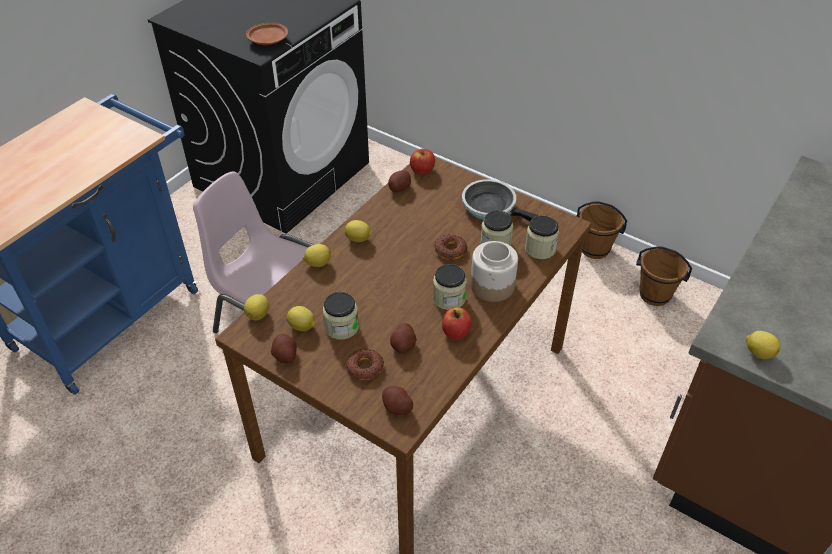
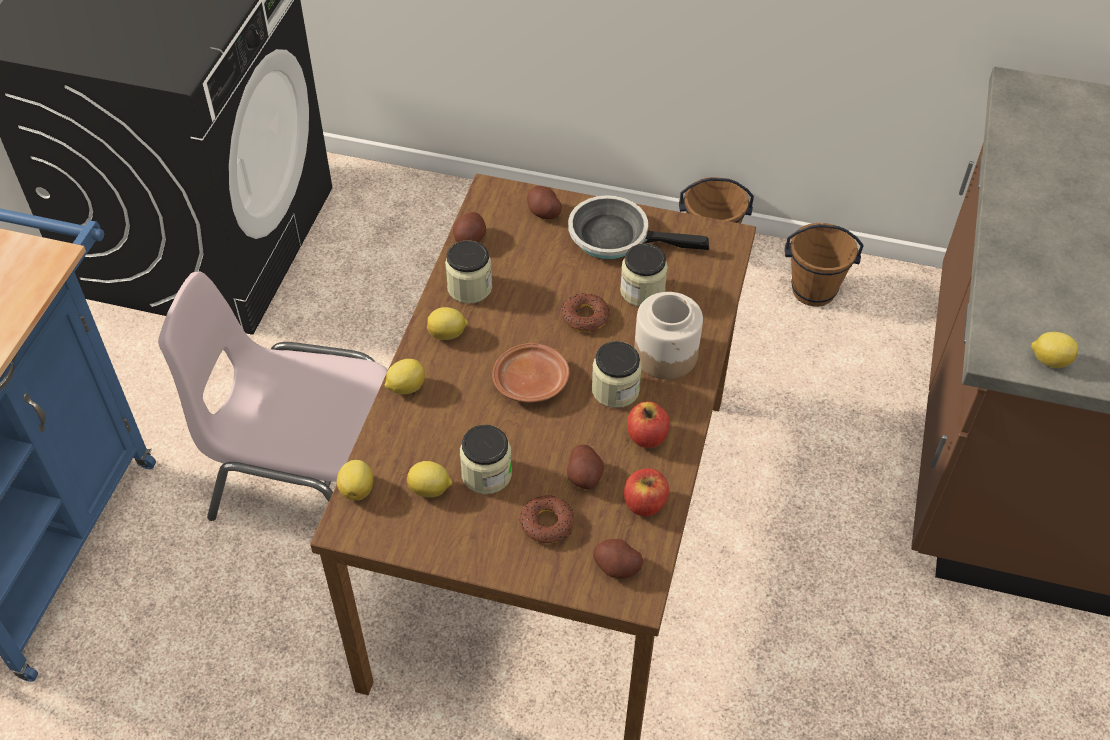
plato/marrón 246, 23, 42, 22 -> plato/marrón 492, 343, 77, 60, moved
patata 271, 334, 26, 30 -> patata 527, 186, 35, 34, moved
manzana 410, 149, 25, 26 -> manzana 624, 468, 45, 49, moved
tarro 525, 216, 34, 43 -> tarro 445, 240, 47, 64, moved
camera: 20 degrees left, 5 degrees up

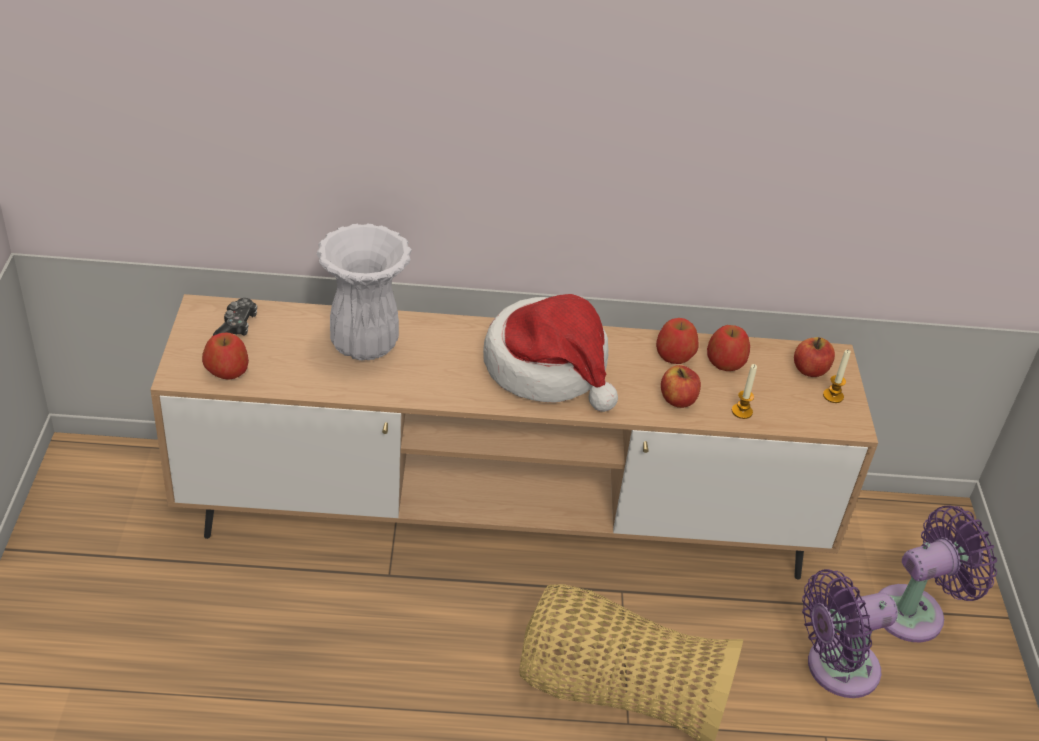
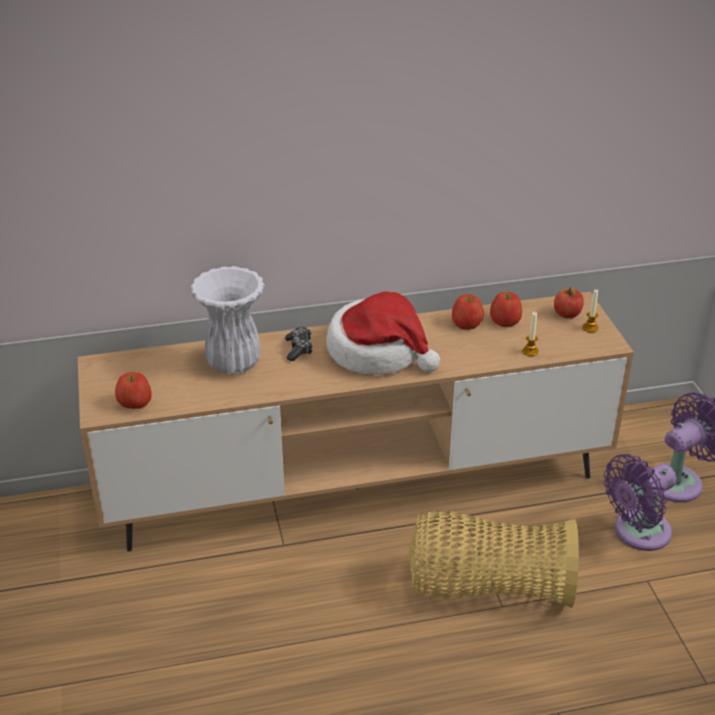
mando de consola 213, 298, 44, 38 -> mando de consola 285, 327, 28, 34, moved
manzana 661, 365, 40, 43 -> none
camera: 10 degrees left, 5 degrees down

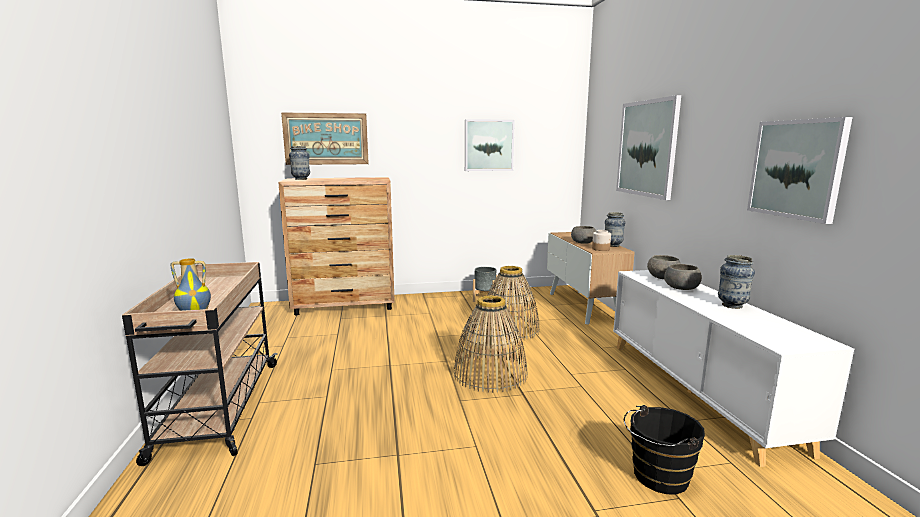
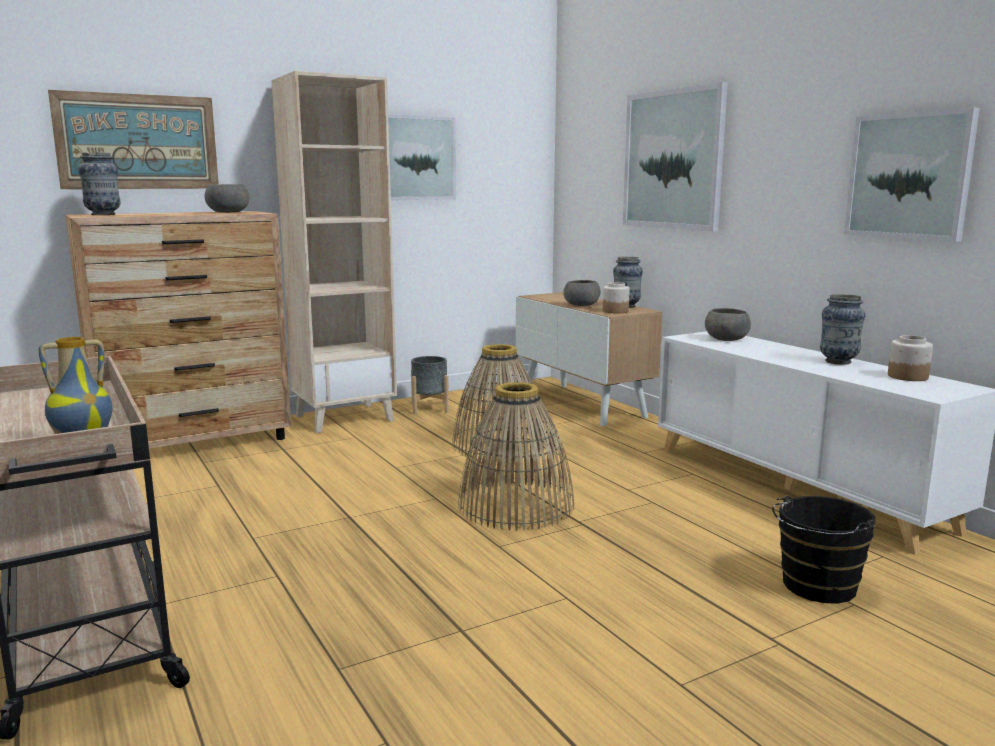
cuenco/gris 664, 264, 38, 26 -> cuenco/gris 205, 184, 44, 29, moved
none -> estantería/beis 271, 71, 126, 362
none -> tarro 888, 335, 45, 46
camera: 20 degrees left, 0 degrees up

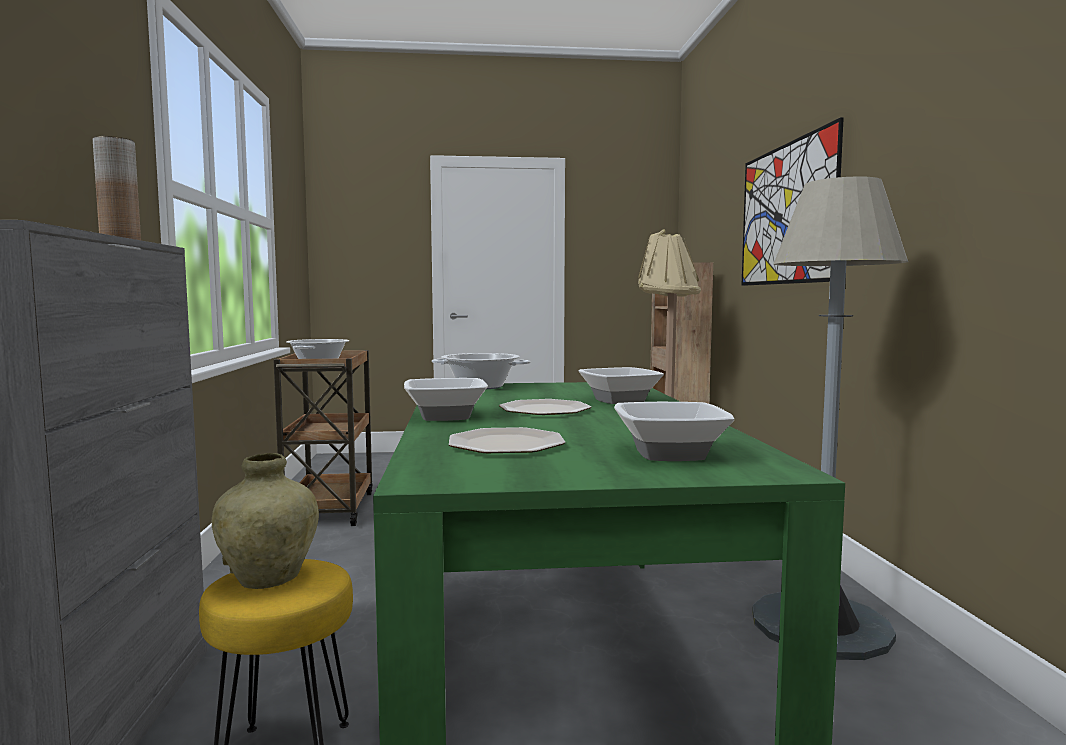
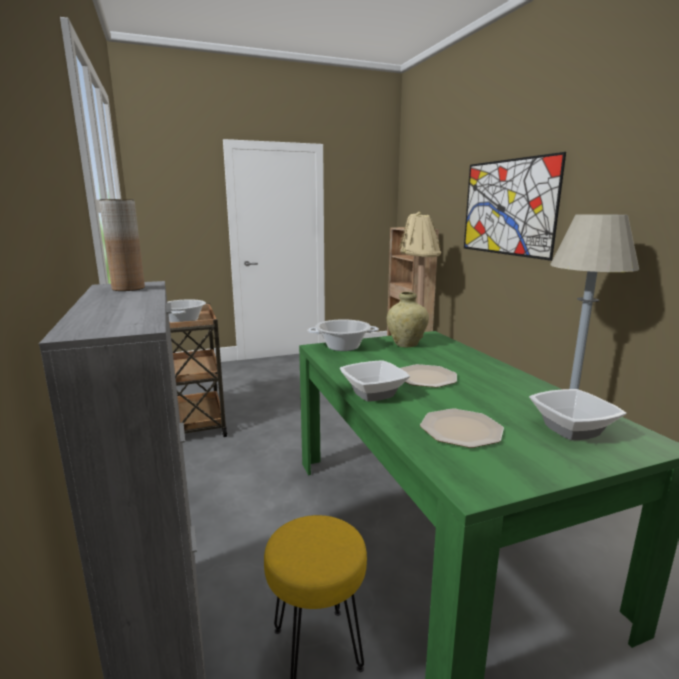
florero/beis 212, 453, 107, 136 -> florero/beis 387, 292, 42, 55, moved
cuenco 578, 367, 86, 37 -> none
camera: 15 degrees left, 10 degrees up

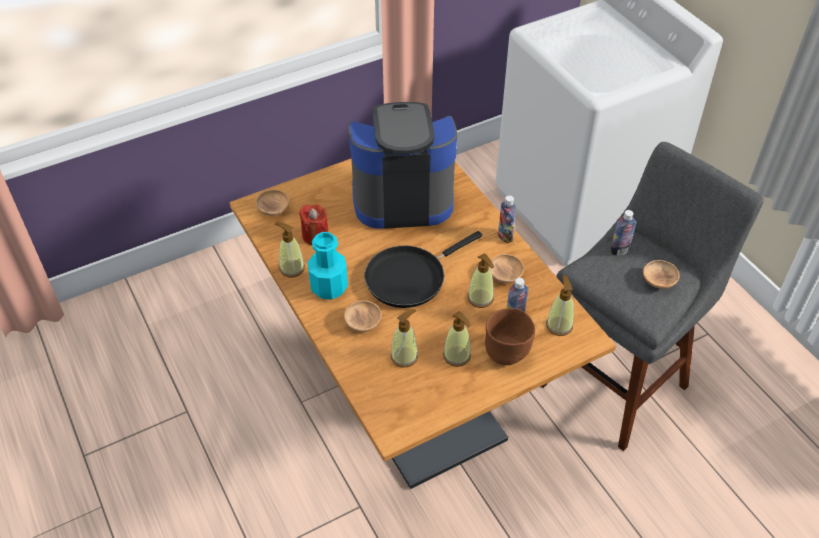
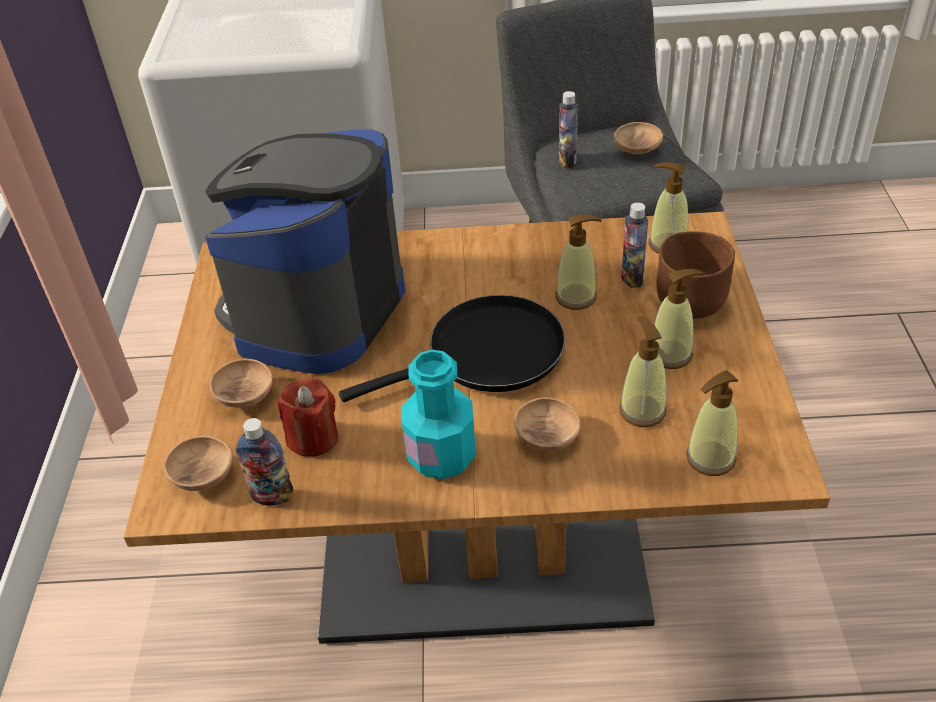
dispensador de jabón 275, 222, 30, 55 -> dispensador de jabón 686, 370, 52, 106, moved
sartén/negro 365, 231, 117, 77 -> sartén/negro 339, 295, 226, 107, 105 degrees counterclockwise
cuenco/marrón 489, 254, 35, 29 -> cuenco/marrón 210, 359, 63, 49, moved
botella 498, 195, 18, 48 -> botella 236, 418, 57, 88, moved
camera: 60 degrees left, 5 degrees down

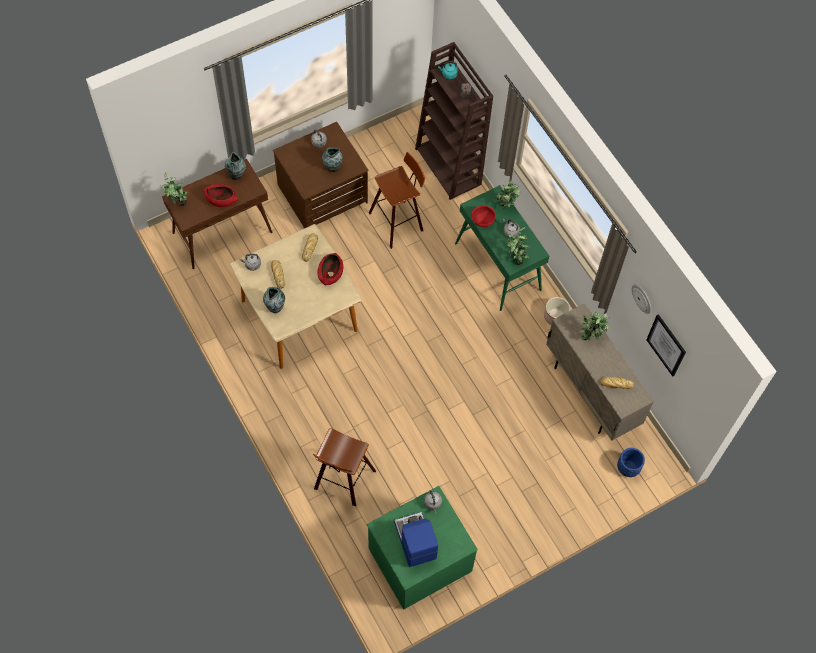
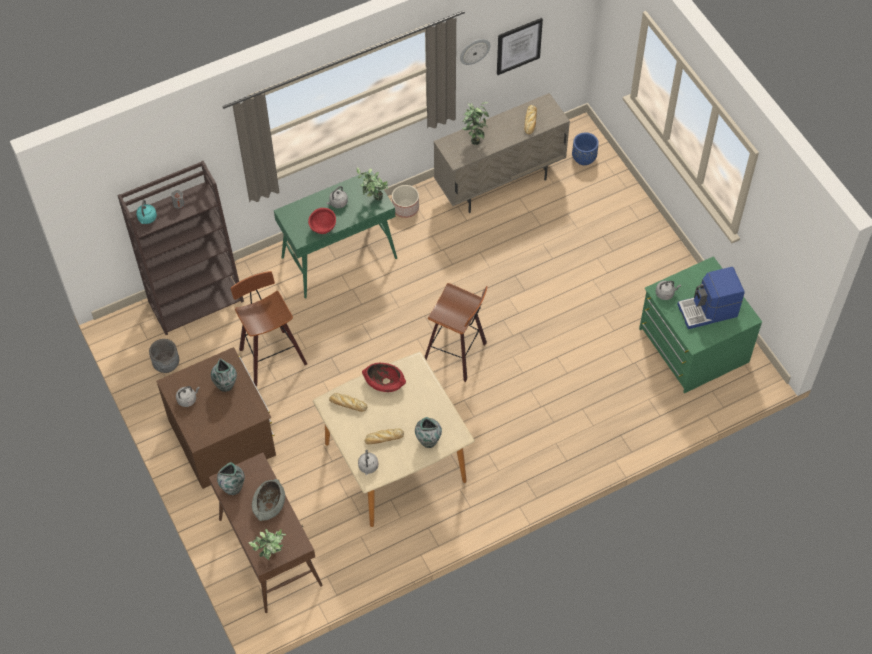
cuenco/rojo 203, 184, 35, 23 -> cuenco/gris 252, 479, 33, 42
taburete 313, 428, 63, 79 -> taburete 425, 283, 63, 99, moved
planta en maceta 496, 180, 25, 29 -> none
none -> maceta/gris 149, 339, 30, 34
camera: 85 degrees left, 5 degrees down

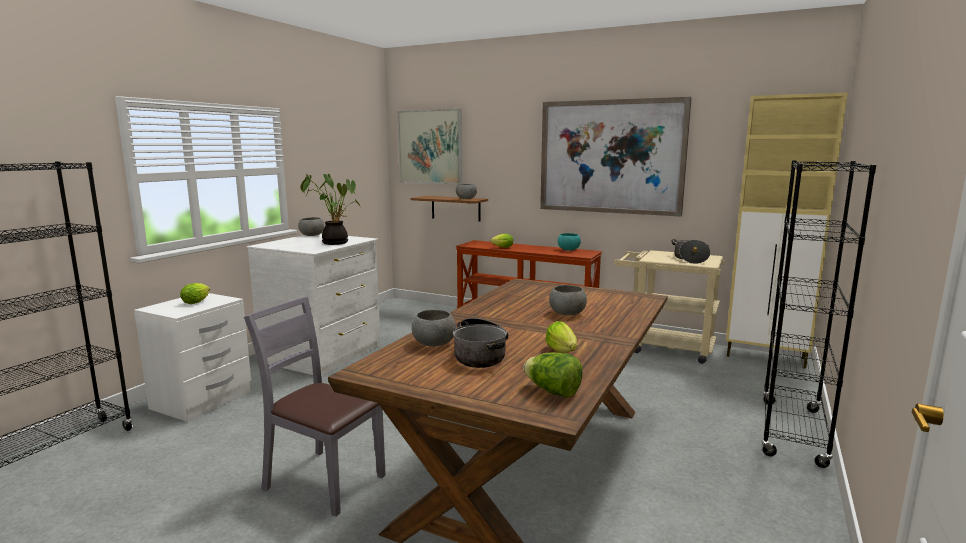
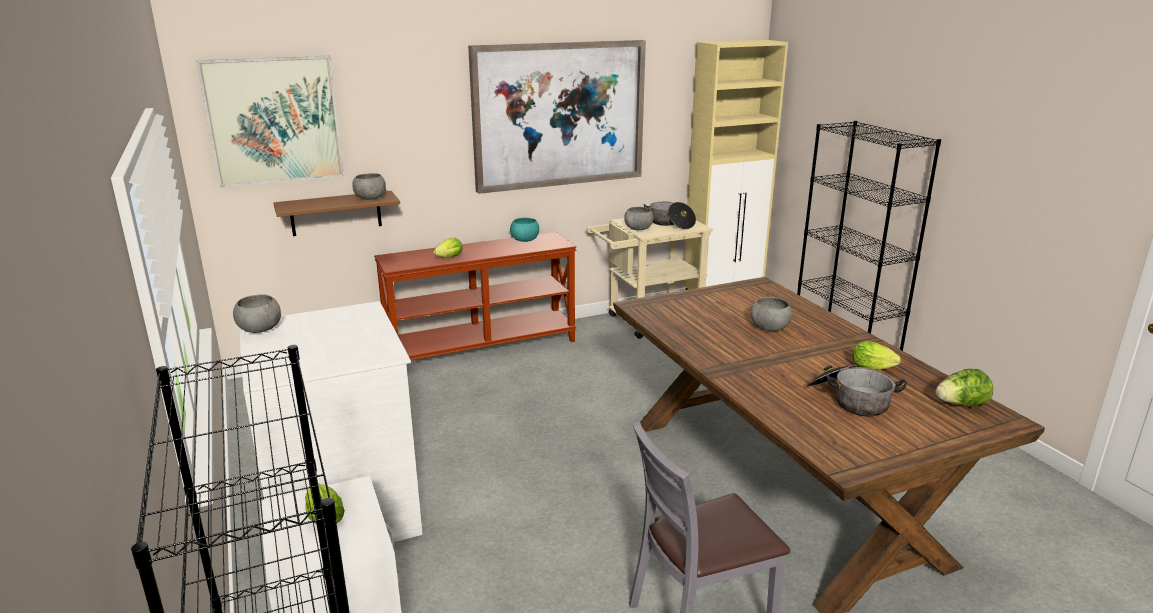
planta en maceta 301, 174, 59, 71 -> none
cuenco/gris 411, 310, 45, 37 -> cuenco/gris 624, 207, 30, 23, moved
camera: 50 degrees left, 10 degrees up

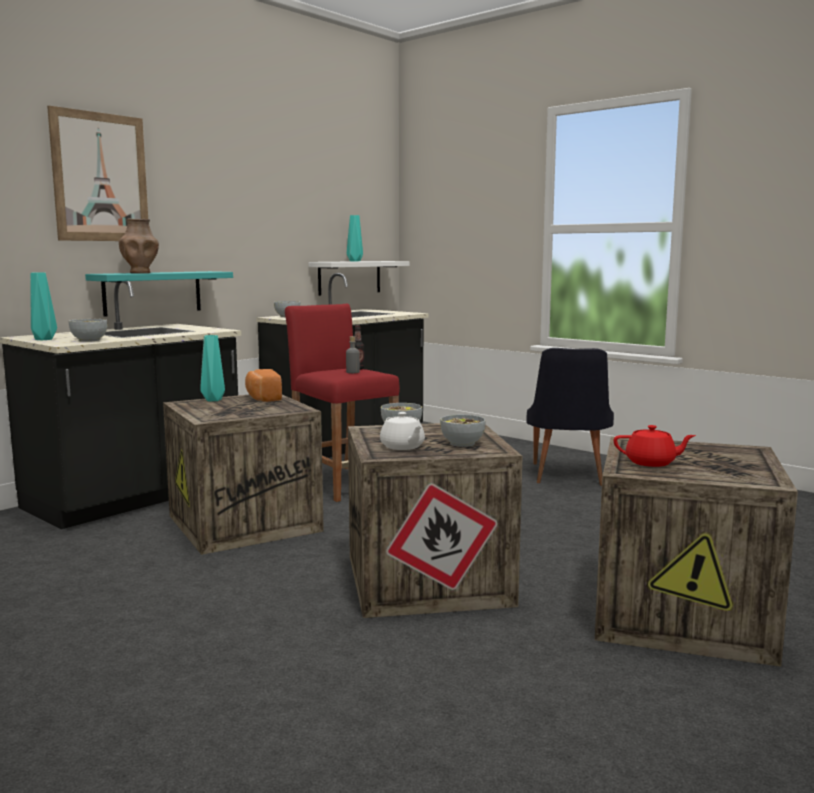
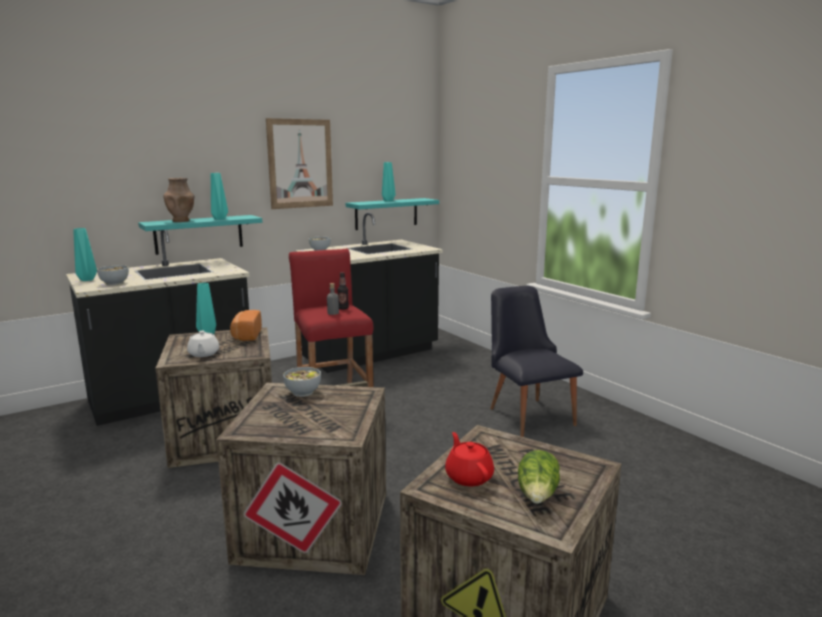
cuadro 47, 106, 101, 135 -> cuadro 266, 118, 67, 91, moved
estante/blanco 309, 261, 100, 35 -> estante/turquesa 346, 198, 93, 32
tetera/blanco 380, 412, 45, 38 -> tetera/blanco 187, 331, 32, 26, moved
cuenco 440, 415, 46, 32 -> none
silla/negro 526, 348, 88, 138 -> silla/negro 490, 286, 93, 151, 135 degrees clockwise
tetera/rojo 614, 425, 82, 42 -> tetera/rojo 445, 432, 49, 54, 135 degrees counterclockwise
none -> florero/turquesa 211, 173, 17, 47
none -> lechuga 518, 450, 42, 54
camera: 15 degrees right, 5 degrees up

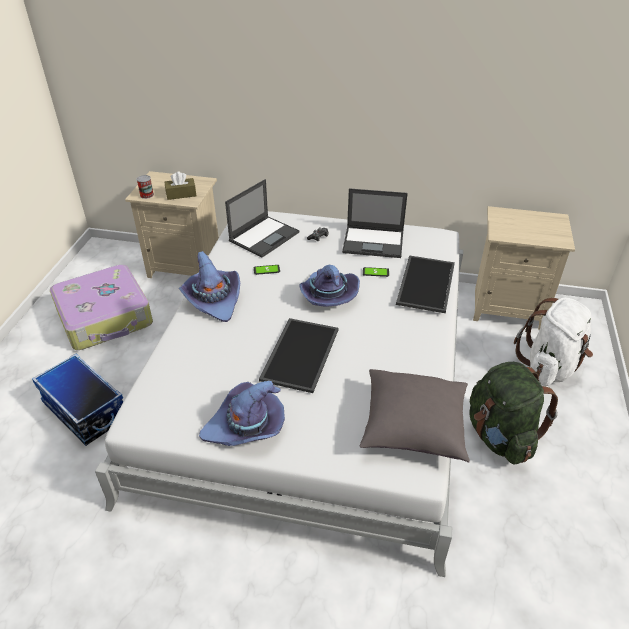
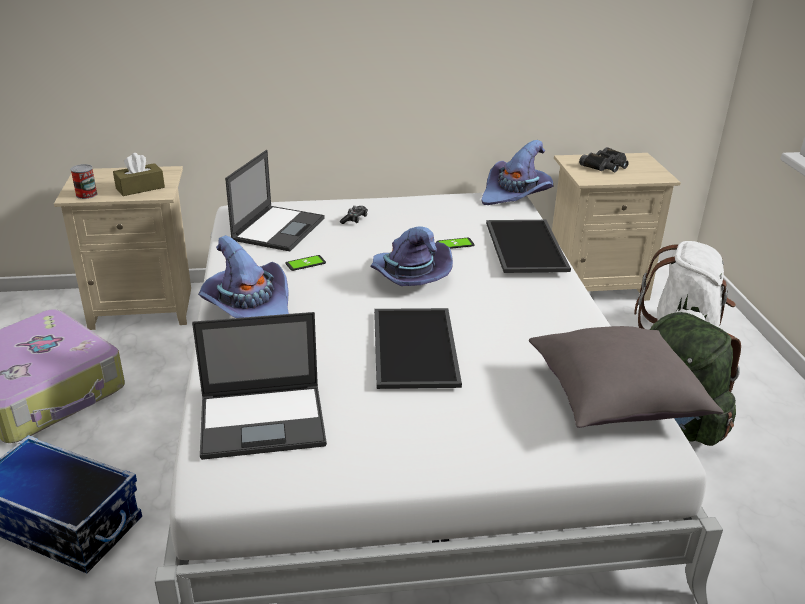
sombrero/morado 199, 381, 86, 65 -> sombrero/morado 481, 140, 73, 65, moved
portátil 342, 188, 66, 70 -> portátil 192, 312, 135, 148, moved
none -> prismáticos/negro 579, 147, 50, 26
camera: 20 degrees left, 10 degrees down

